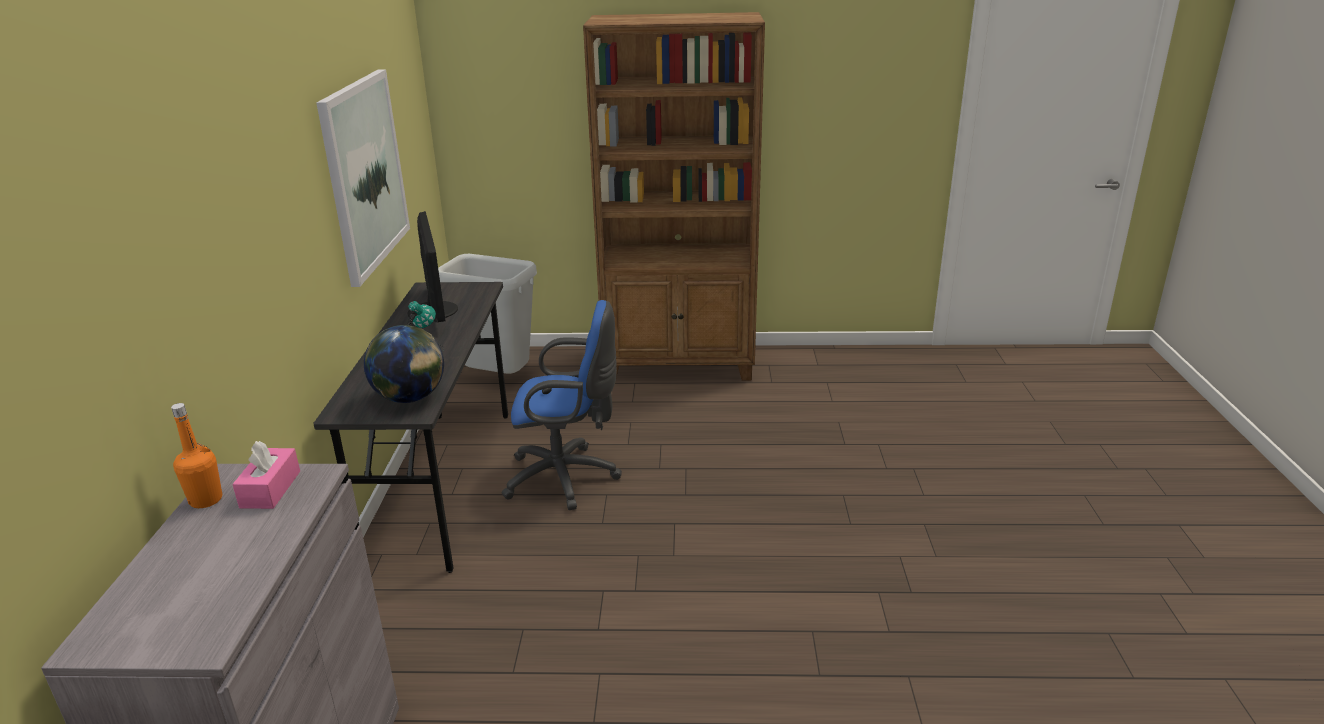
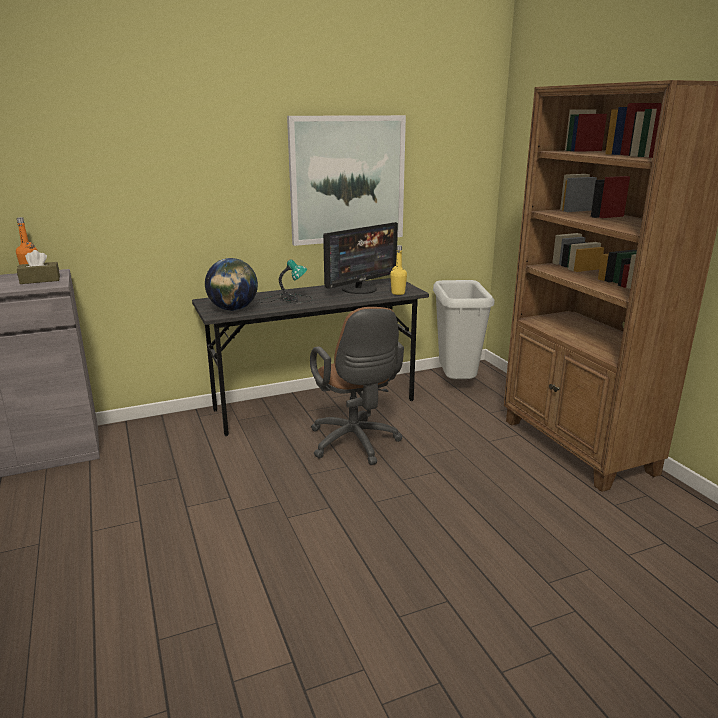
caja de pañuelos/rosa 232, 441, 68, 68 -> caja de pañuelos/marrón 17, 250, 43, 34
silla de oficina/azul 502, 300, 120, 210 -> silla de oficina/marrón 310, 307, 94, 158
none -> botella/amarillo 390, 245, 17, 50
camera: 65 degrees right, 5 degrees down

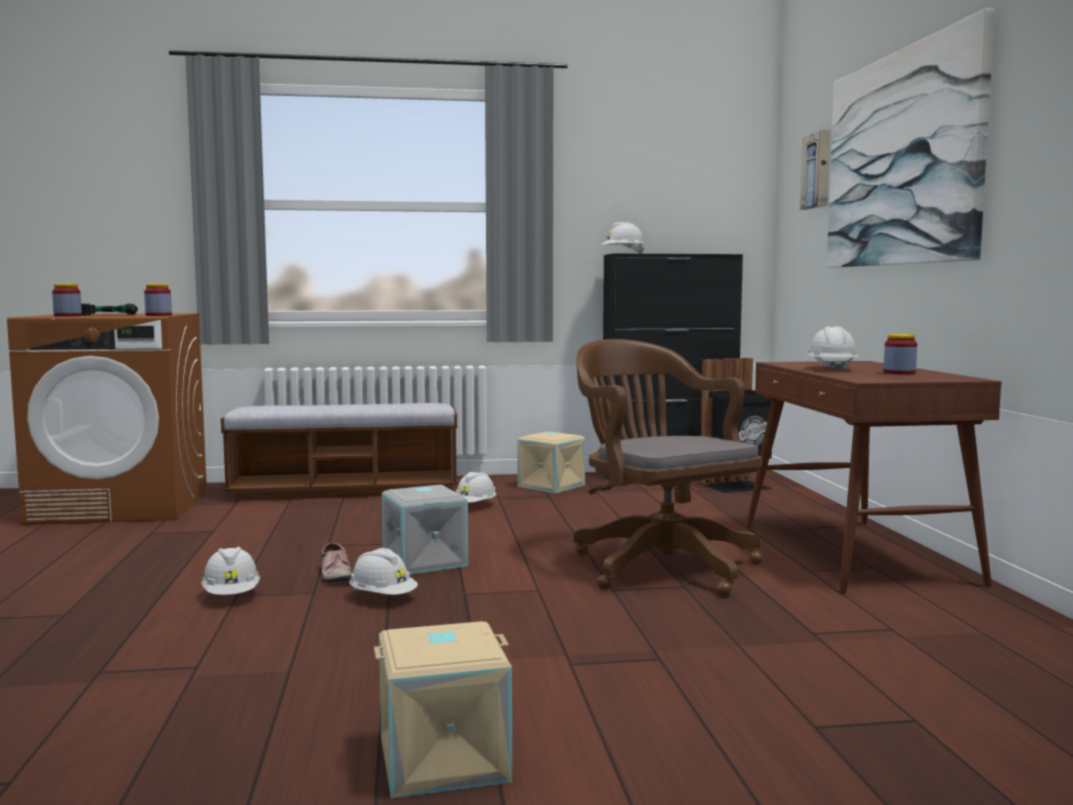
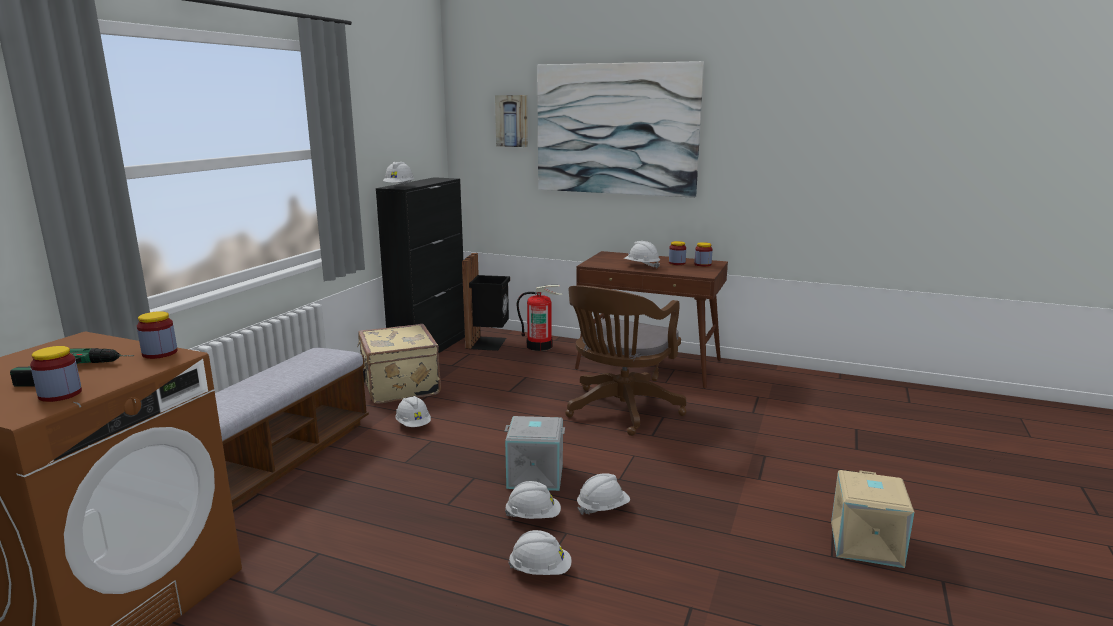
zapato 321, 543, 31, 40 -> casco/blanco 505, 481, 56, 38
caja de almacenaje/beis 517, 431, 68, 63 -> maleta/beis 357, 324, 84, 80
silla de oficina/marrón 574, 339, 189, 257 -> silla de oficina/marrón 565, 285, 122, 151, 60 degrees counterclockwise
none -> extintor 517, 285, 46, 66
none -> tarro 695, 242, 18, 25
camera: 60 degrees left, 10 degrees up

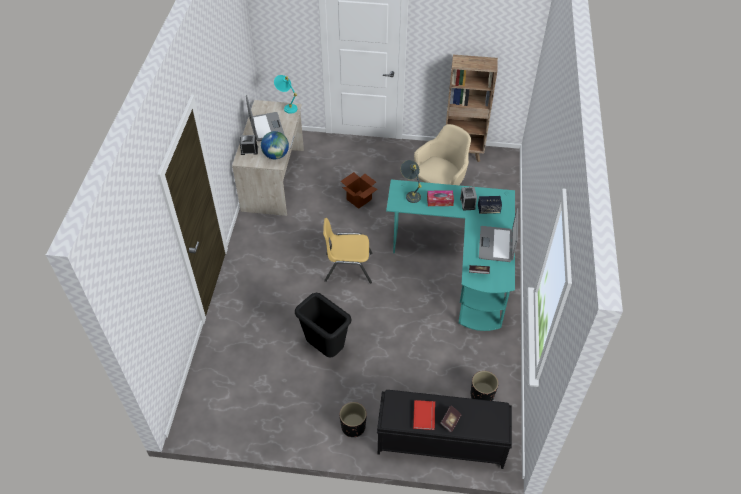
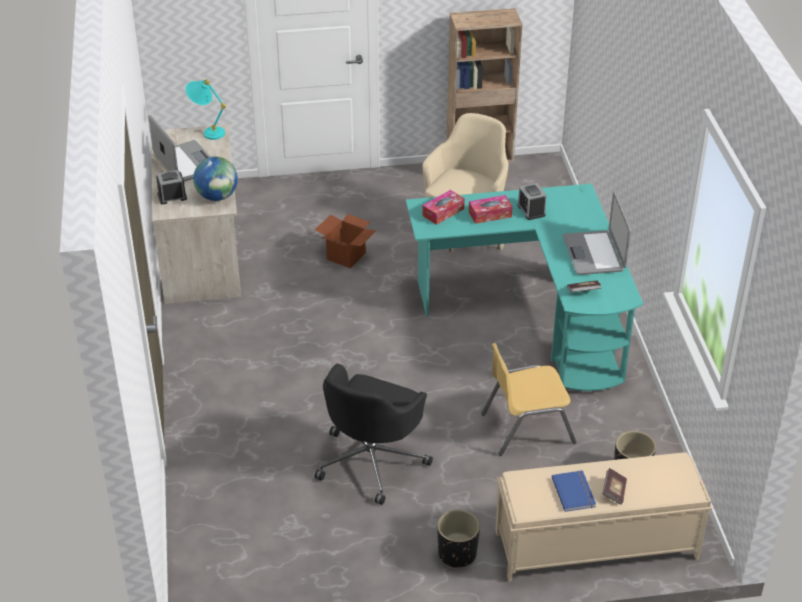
papelera/negro 295, 293, 56, 64 -> silla de oficina/negro 314, 364, 119, 141
silla/amarillo 323, 218, 50, 66 -> silla/amarillo 481, 343, 95, 113, moved
banco/negro 377, 390, 135, 79 -> banco/beis 495, 452, 217, 130
lámpara de mesa/gris 400, 160, 22, 43 -> caja de pañuelos 422, 190, 43, 35
libro/rojo 413, 400, 22, 30 -> libro/azul 552, 470, 44, 42
altavoz 478, 196, 24, 18 -> none
camera: 15 degrees left, 10 degrees down

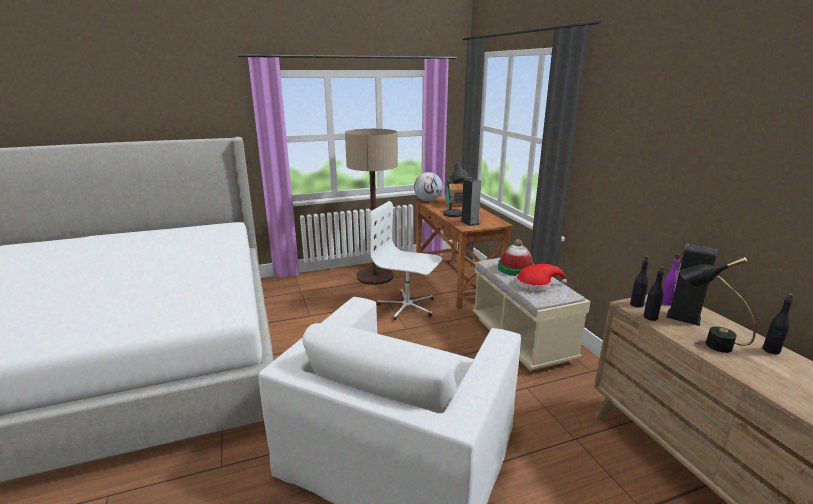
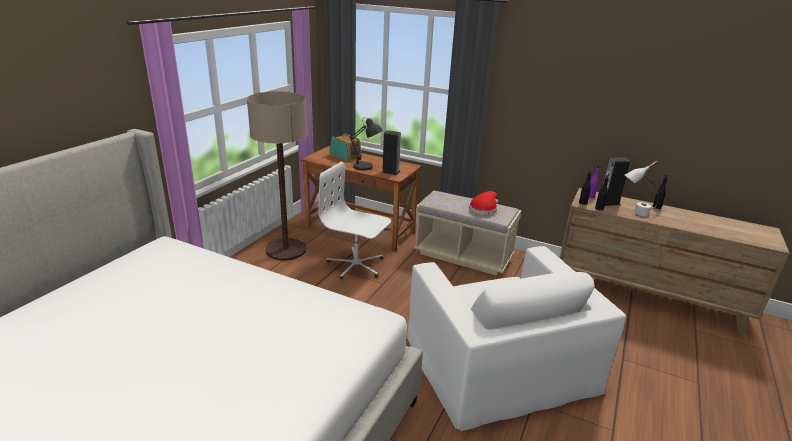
silla de oficina/blanco 370, 201, 72, 119 -> silla de oficina/blanco 319, 162, 72, 118, 45 degrees clockwise
globo terráqueo 414, 172, 29, 29 -> none
sombrero 498, 239, 36, 37 -> none
lámpara de mesa/negro 680, 257, 76, 96 -> lámpara de mesa/blanco 625, 160, 34, 56
camera: 45 degrees left, 5 degrees up

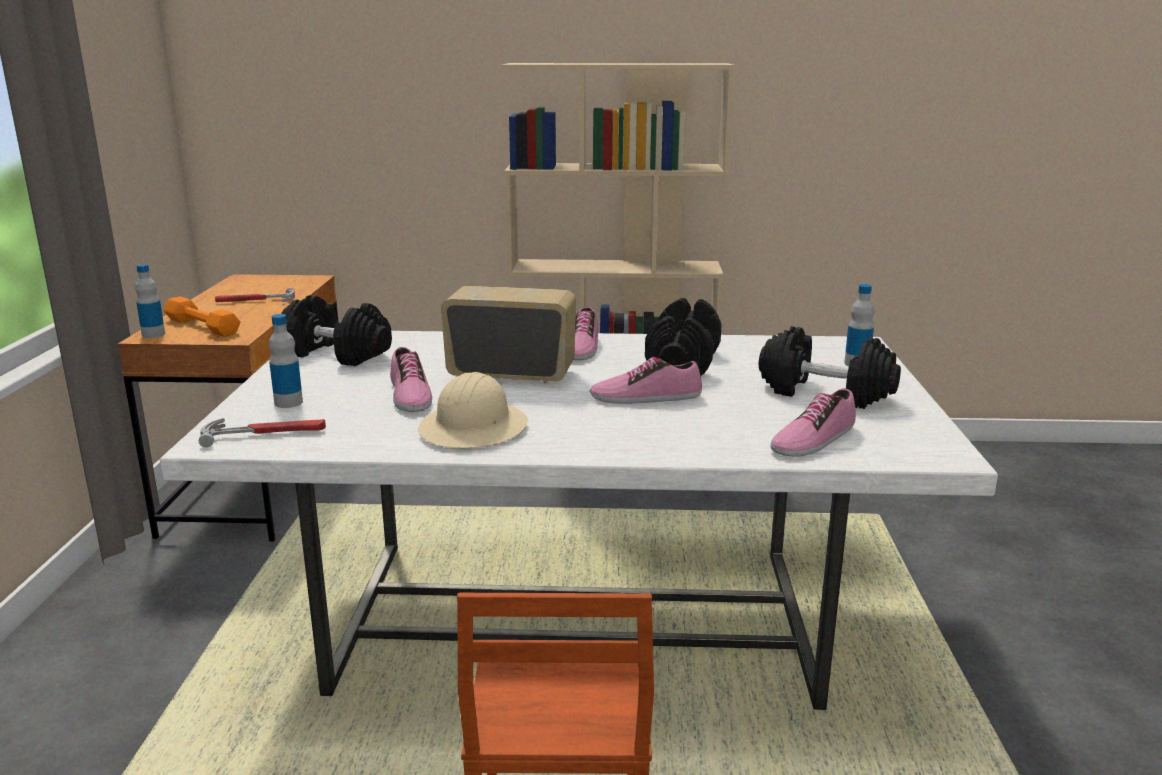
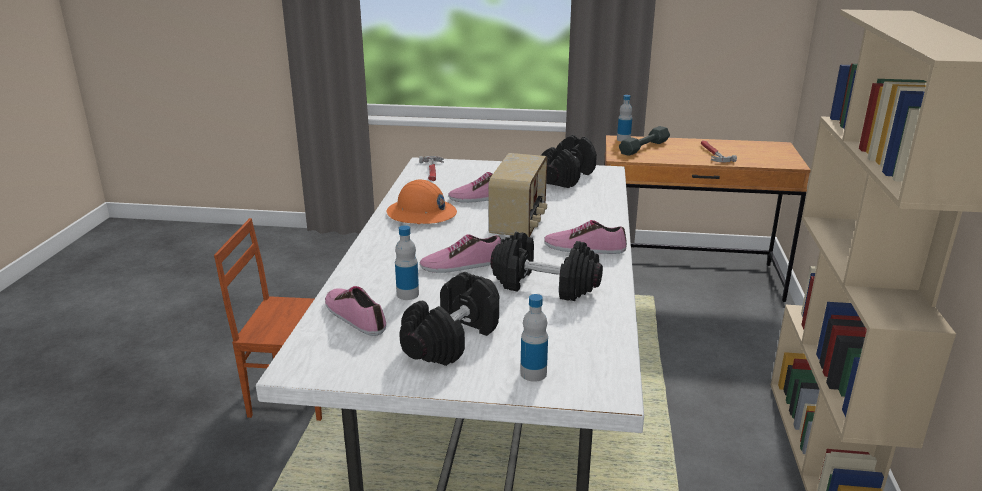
mancuerna/naranja 163, 297, 77, 40 -> mancuerna/gris 619, 126, 51, 30
botella 269, 314, 34, 94 -> botella 395, 225, 24, 75, moved
casco/beis 418, 372, 110, 76 -> casco/naranja 387, 180, 70, 44
zapato 590, 357, 112, 47 -> zapato 420, 234, 81, 39, 105 degrees counterclockwise
camera: 95 degrees right, 5 degrees up

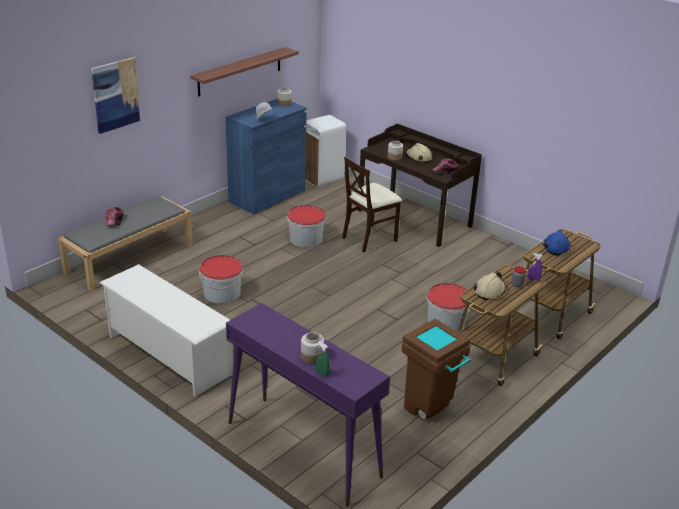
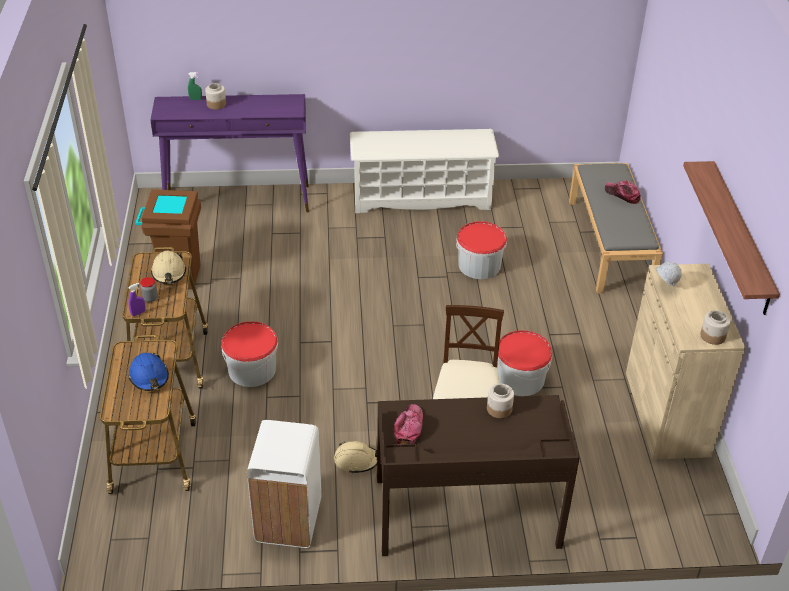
cuadro 91, 57, 50, 77 -> none
armario/azul 226, 99, 81, 115 -> armario/beis 626, 264, 120, 196
papelera/blanco 304, 115, 42, 72 -> papelera/blanco 247, 420, 75, 128, moved
casco/beis 406, 143, 26, 20 -> casco/beis 334, 441, 43, 33, moved
camera: 135 degrees right, 10 degrees up

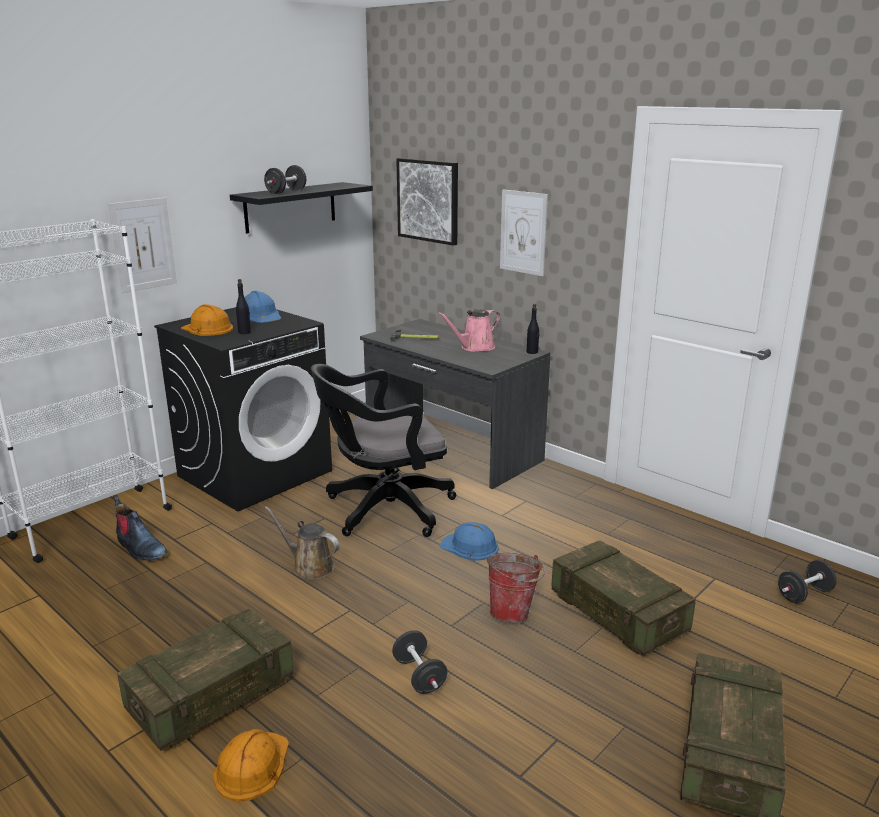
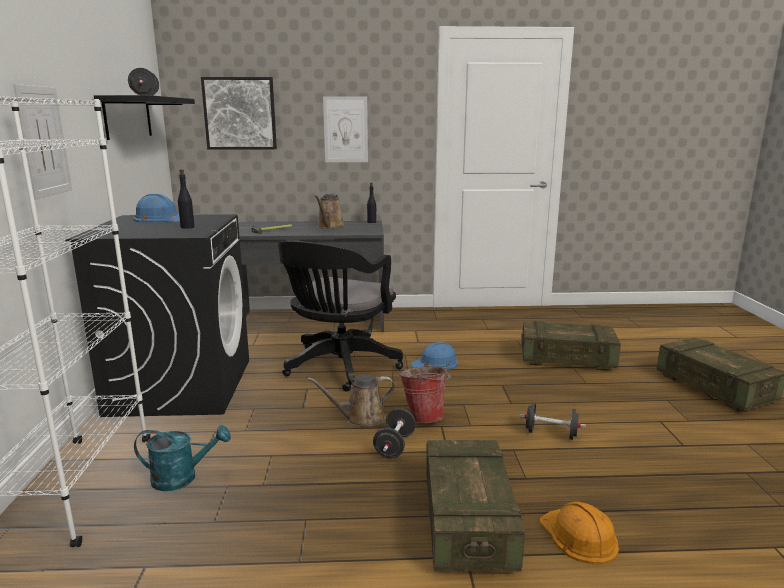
bota 113, 495, 55, 66 -> regadera/turquesa 134, 425, 97, 66
casco/naranja 181, 304, 52, 32 -> none
regadera/rosa 437, 309, 63, 43 -> regadera/marrón 315, 194, 30, 35
cubo 487, 553, 58, 70 -> cubo 399, 363, 52, 60, moved
mancuerna/negro 778, 560, 59, 43 -> mancuerna/negro 373, 408, 43, 50, moved
camera: 45 degrees left, 5 degrees down

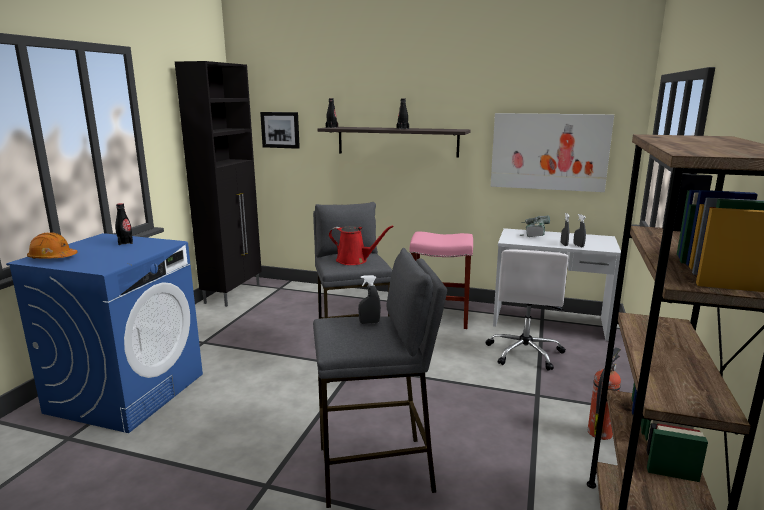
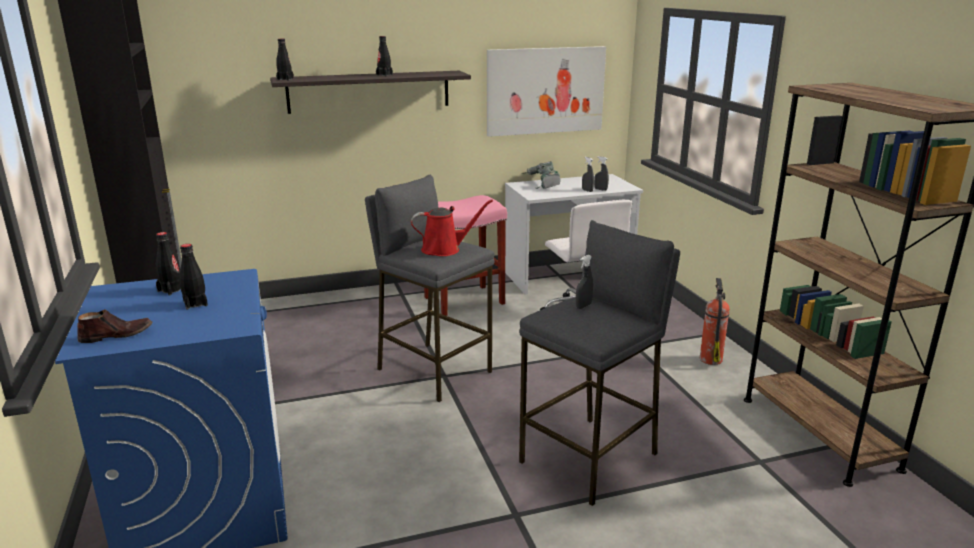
casco/naranja 27, 232, 51, 27 -> zapato/marrón 77, 310, 75, 33
cuadro 260, 112, 40, 37 -> none
none -> botella/negro 179, 244, 29, 66
camera: 35 degrees left, 5 degrees up

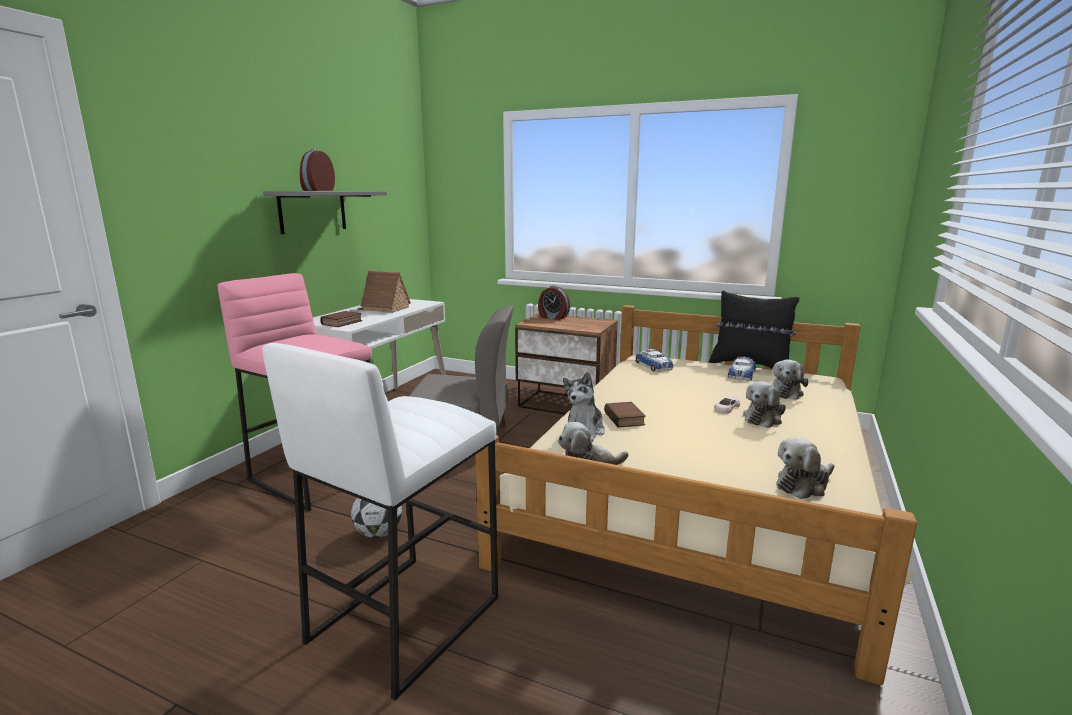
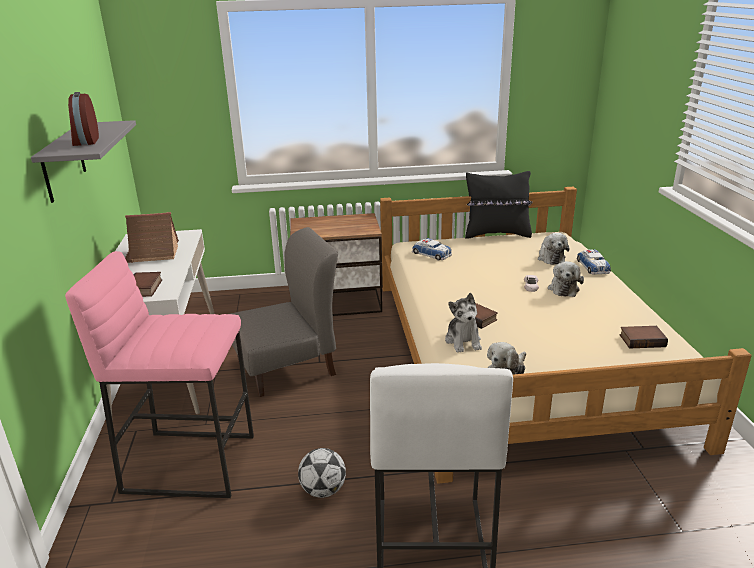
despertador 538, 286, 32, 34 -> none
coche de juguete 728, 356, 28, 25 -> coche de juguete 577, 250, 34, 25, moved
peluche 776, 437, 58, 62 -> libro 619, 326, 49, 22
camera: 30 degrees left, 10 degrees up

